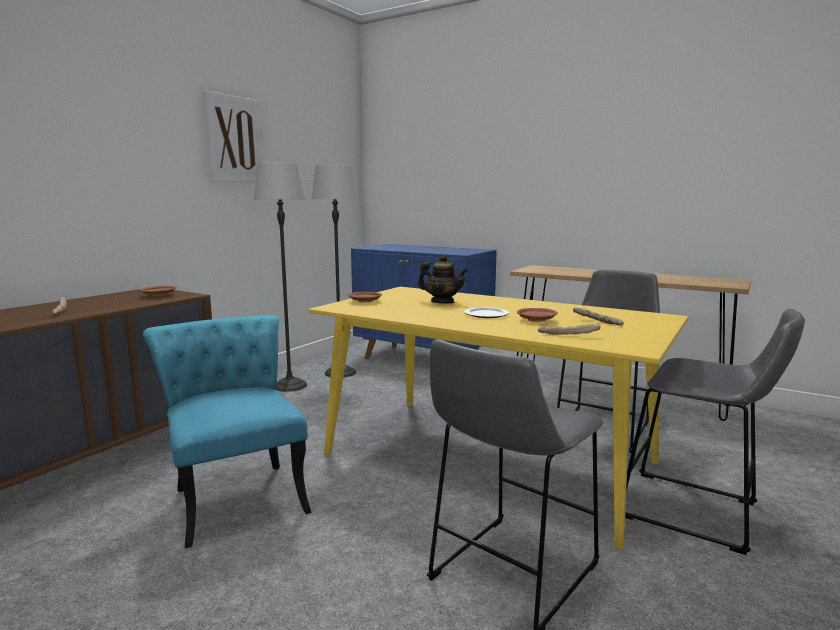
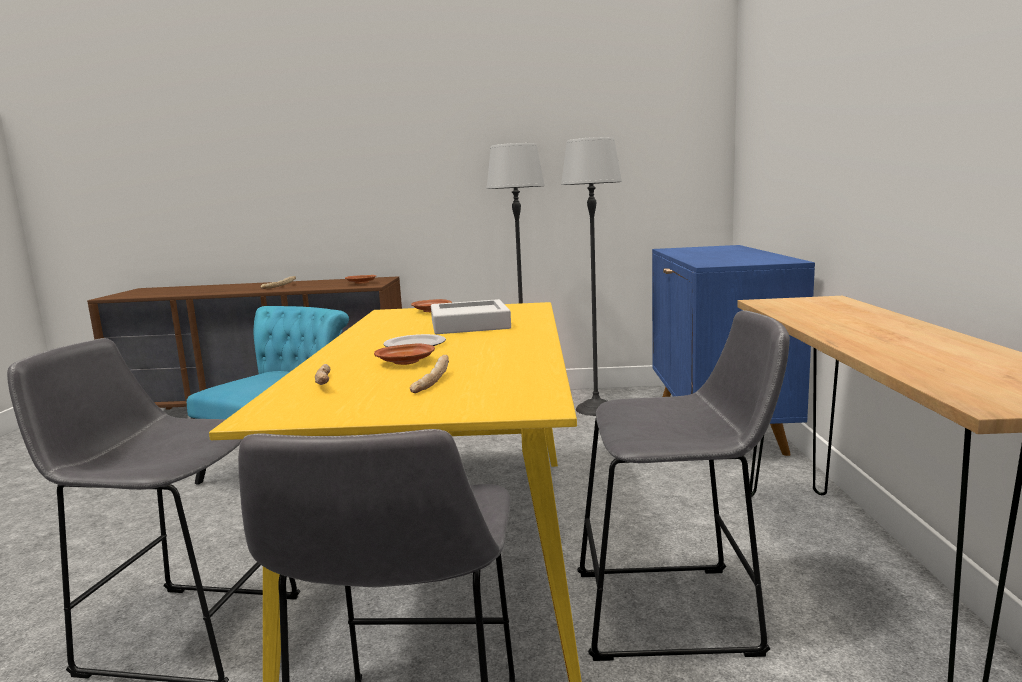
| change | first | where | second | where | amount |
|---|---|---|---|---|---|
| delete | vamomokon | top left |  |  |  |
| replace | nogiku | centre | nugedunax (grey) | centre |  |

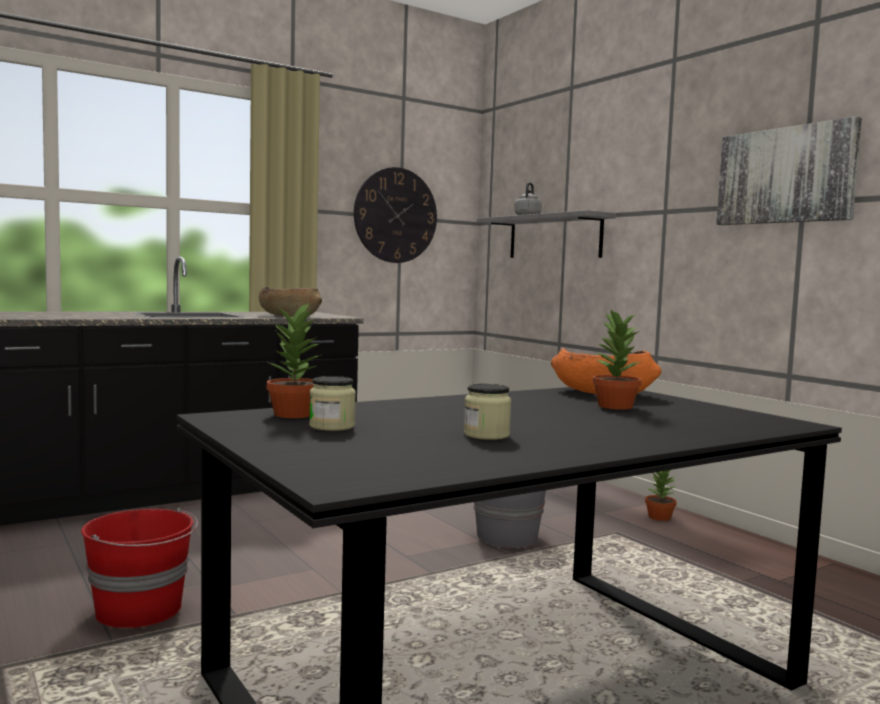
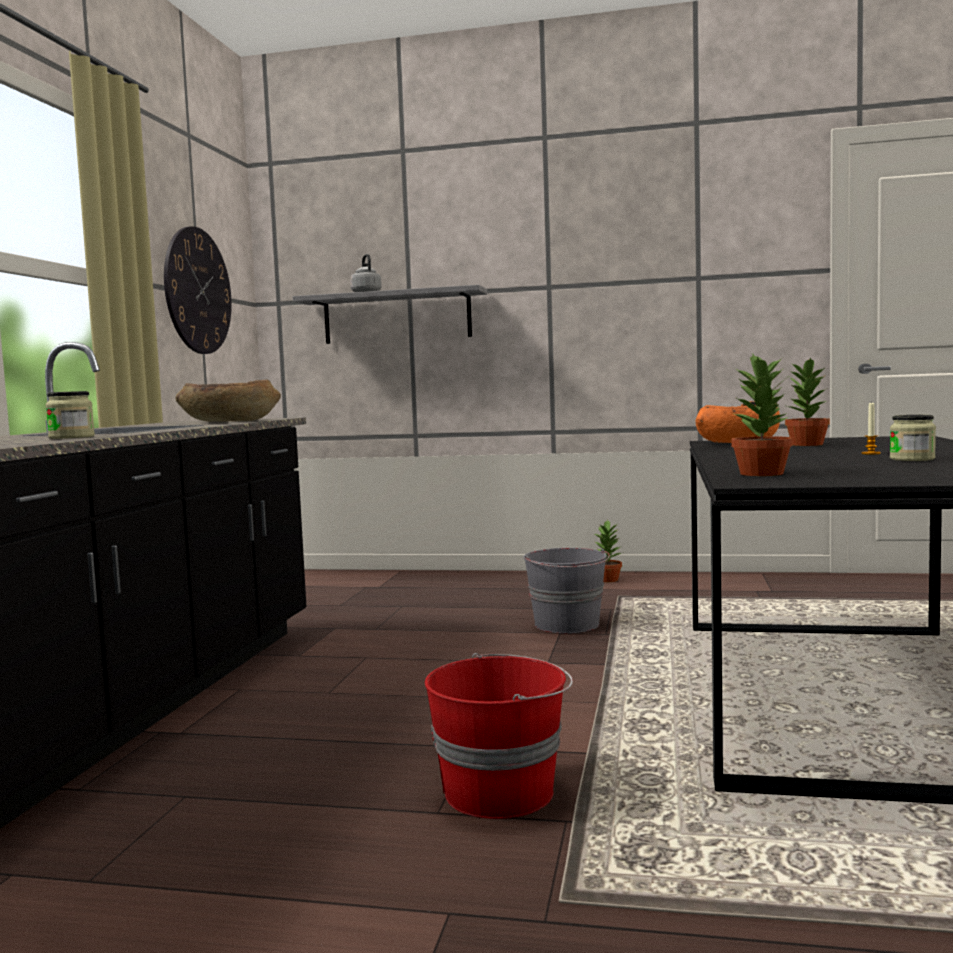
| change | first | where | second | where | amount |
|---|---|---|---|---|---|
| move | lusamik (1st from left) | centre |  | middle left |  |
| delete | vamomokon | top right |  |  |  |
| insert |  |  | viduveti | middle right |  |

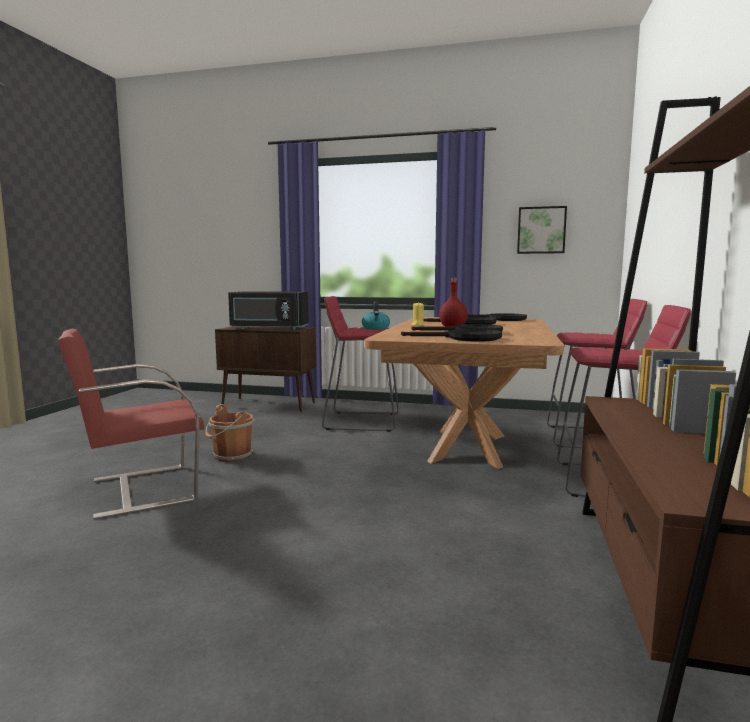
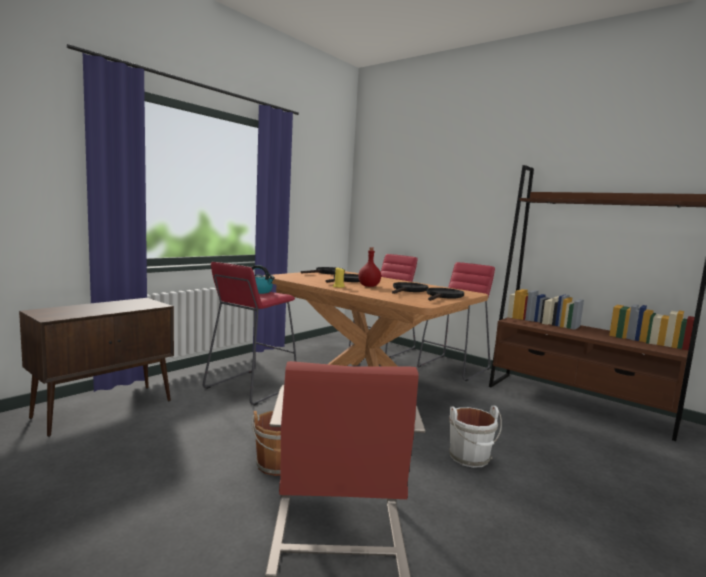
| change | first | where | second | where | amount |
|---|---|---|---|---|---|
| delete | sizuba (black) | centre |  |  |  |
| delete | vamomokon | top right |  |  |  |
| insert |  |  | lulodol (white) | bottom right |  |

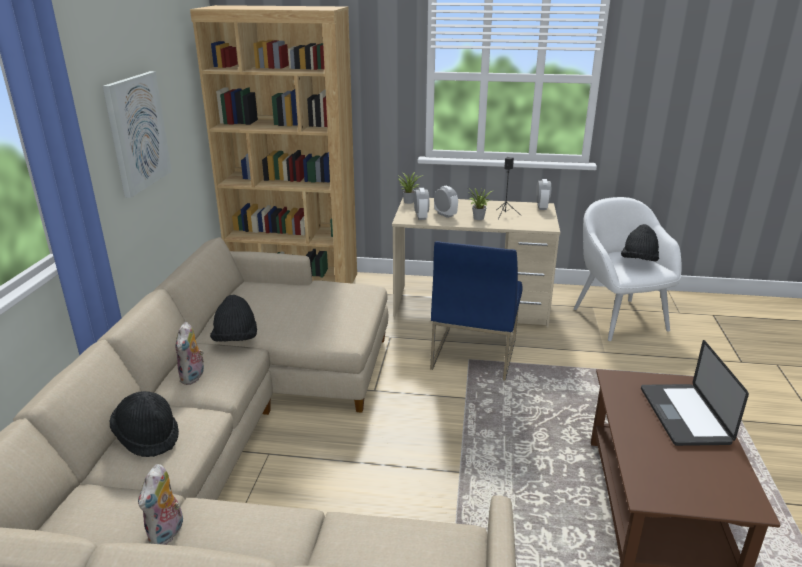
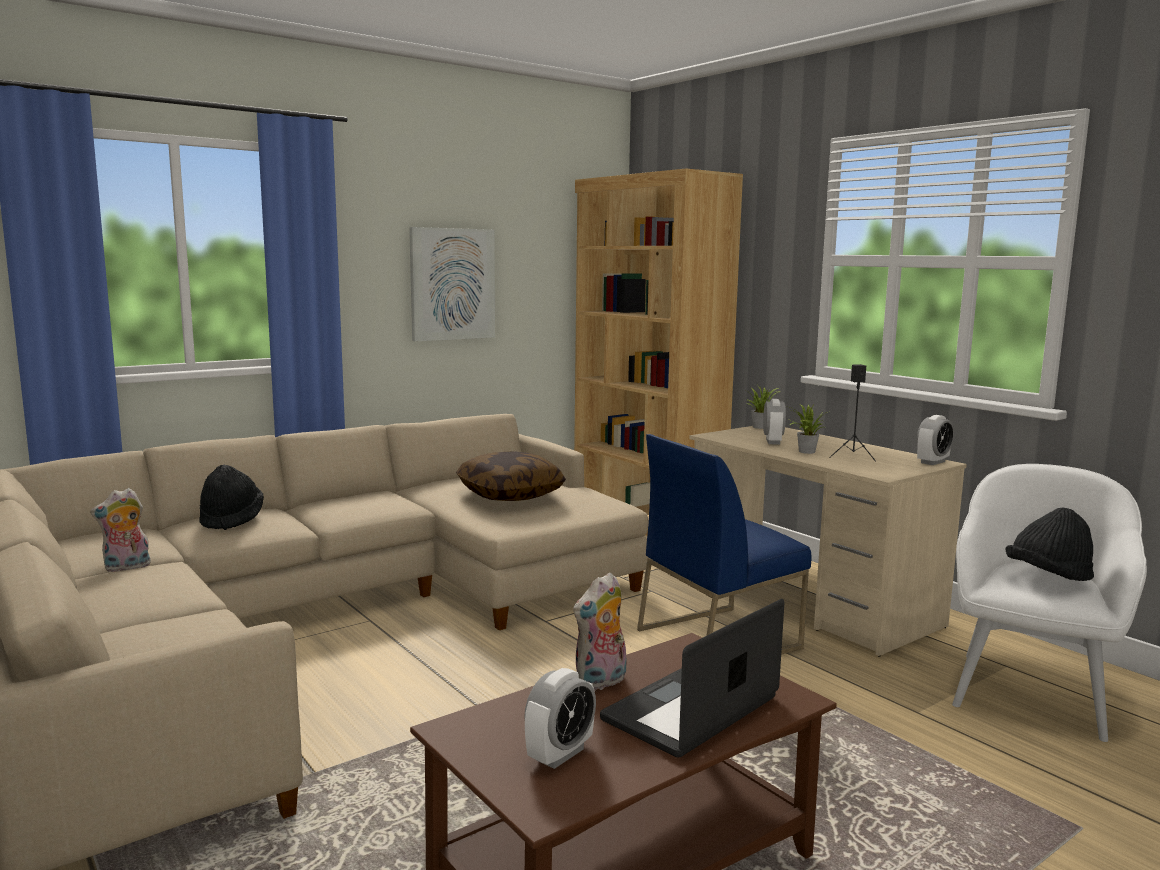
| change | first | where | second | where | amount |
|---|---|---|---|---|---|
| move | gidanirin (2nd from left) | middle left |  | bottom centre |  |
| delete | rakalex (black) (2nd from left) | middle left |  |  |  |
| move | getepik (1st from left) | centre |  | bottom centre |  |
| insert |  |  | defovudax | centre |  |

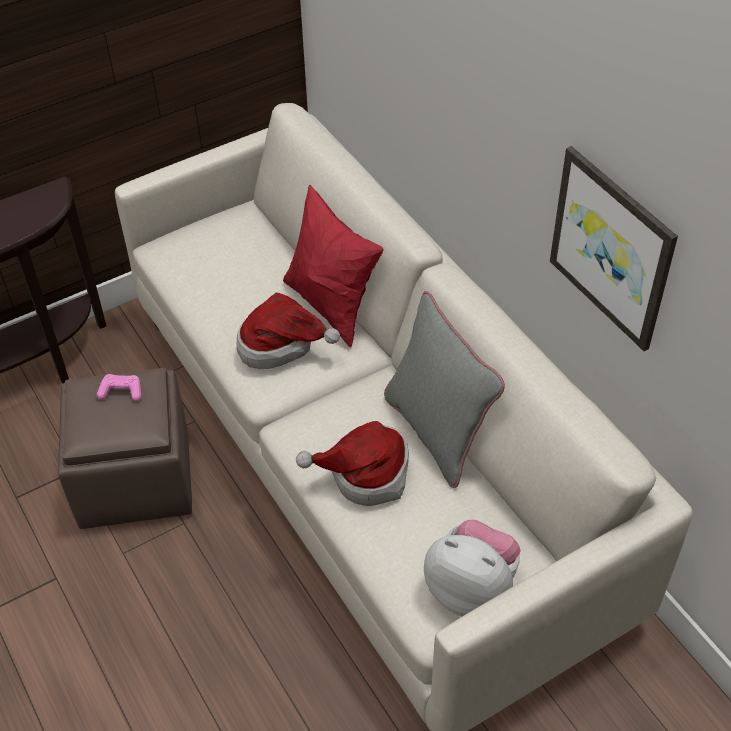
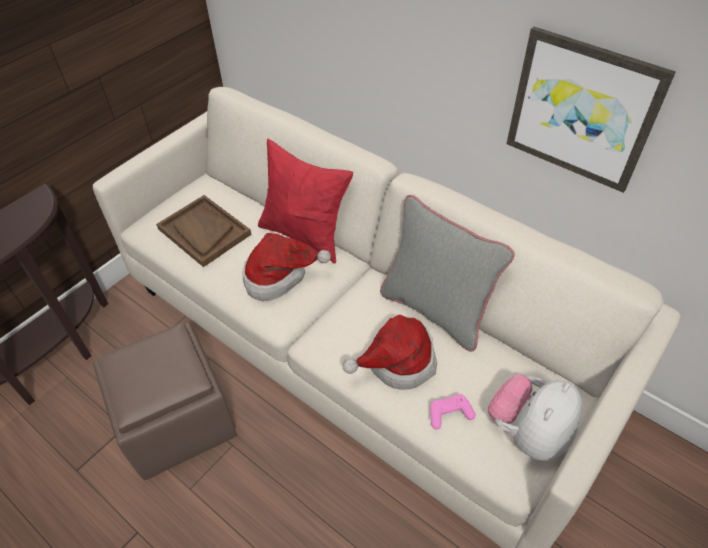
| change | first | where | second | where | amount |
|---|---|---|---|---|---|
| move | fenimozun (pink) | middle left |  | bottom centre |  |
| rotate | gidanirin | bottom centre |  | bottom right | 60 degrees counterclockwise |
| insert |  |  | nugedunax (brown) | middle left |  |

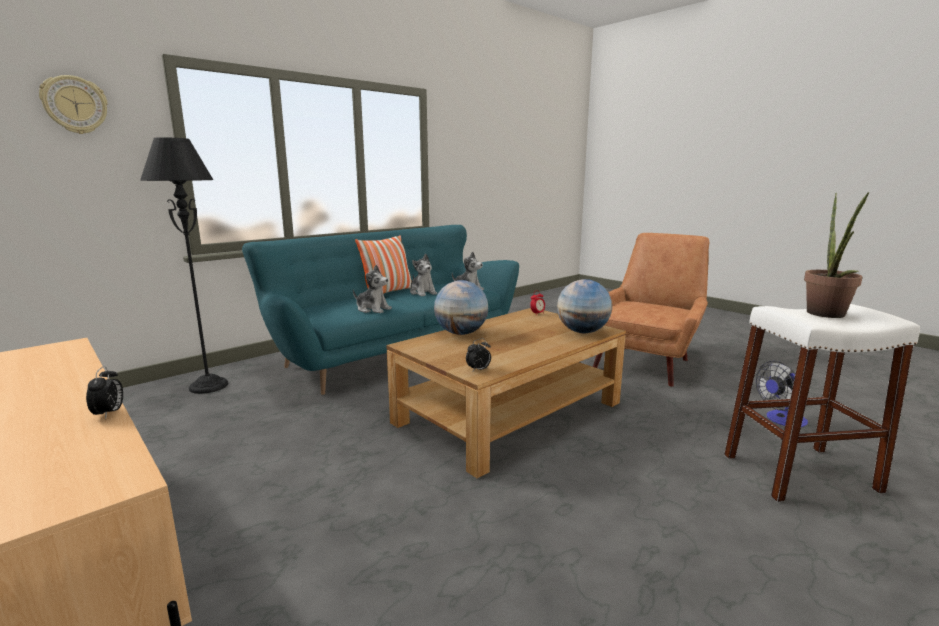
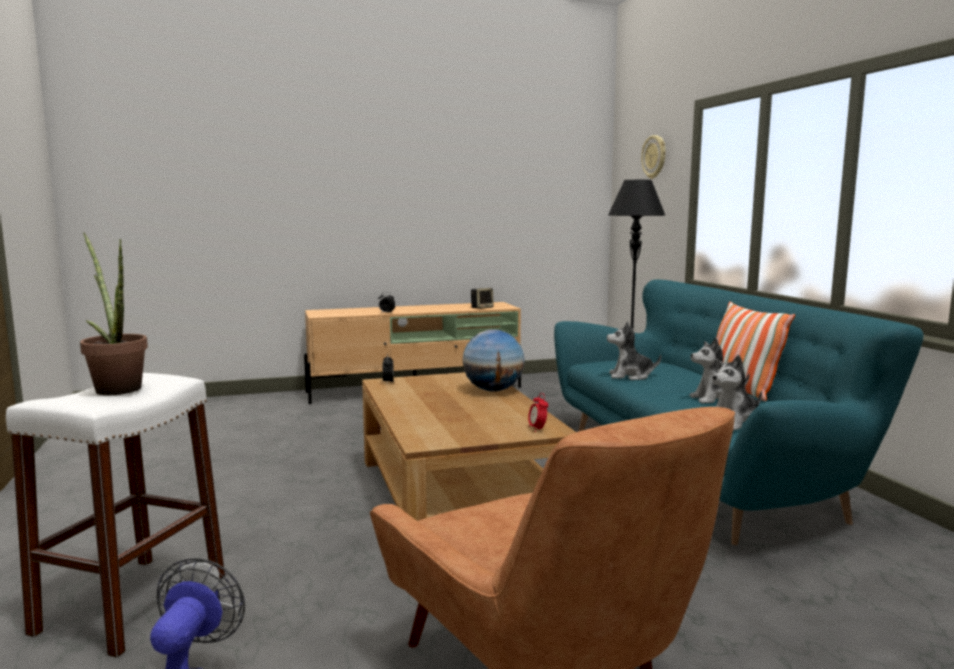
| change | first | where | second | where | amount |
|---|---|---|---|---|---|
| rotate | gidanirin (1st from left) | centre |  | centre | 45 degrees clockwise |
| delete | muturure (2nd from left) | centre |  |  |  |
| insert |  |  | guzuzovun | centre |  |

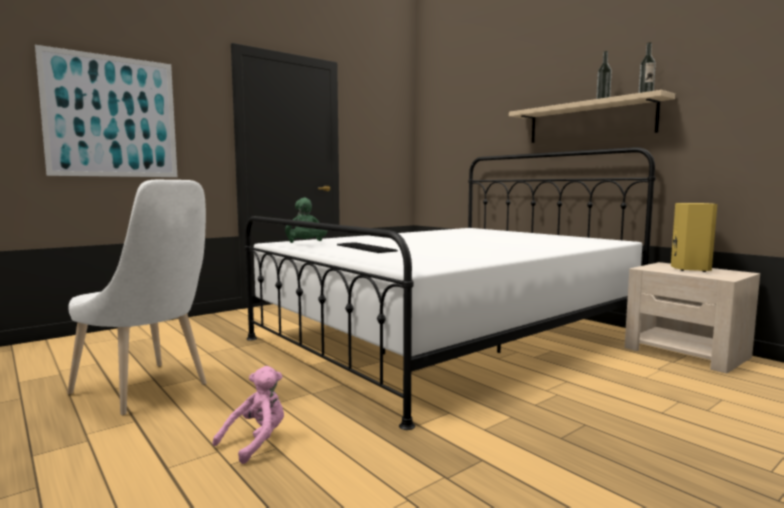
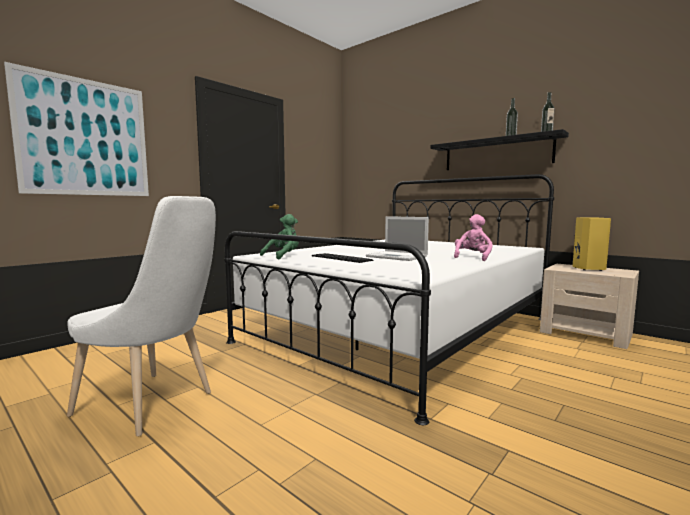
| change | first | where | second | where | amount |
|---|---|---|---|---|---|
| move | gidanirin (pink) | bottom left |  | middle right |  |
| rotate | gidanirin (green) | centre |  | centre | 120 degrees counterclockwise |
| recolor | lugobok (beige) | top right | lugobok (black) | top right |  |
| insert |  |  | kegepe | centre |  |

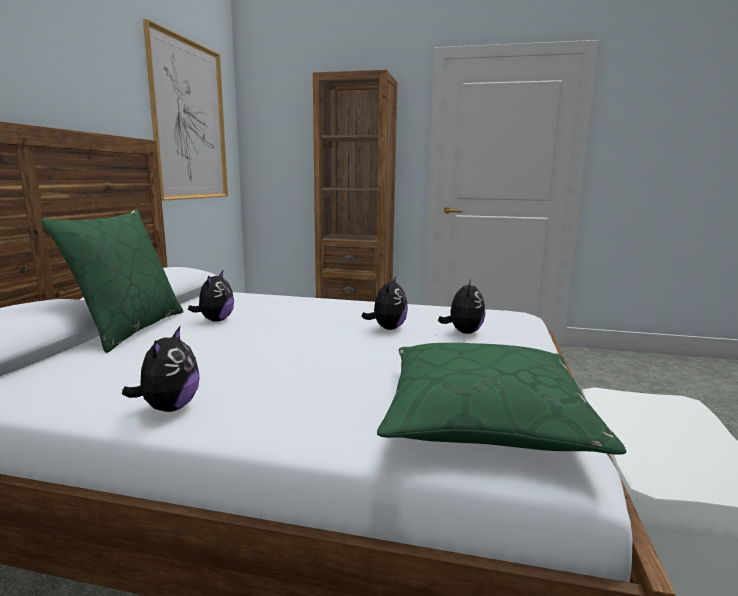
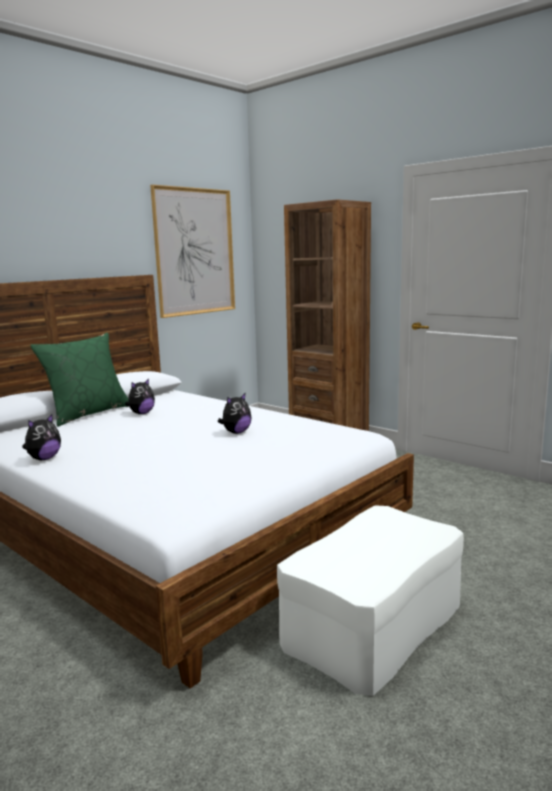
| change | first | where | second | where | amount |
|---|---|---|---|---|---|
| delete | defovudax (green) (2nd from left) | bottom right |  |  |  |
| delete | gidanirin (4th from left) | centre |  |  |  |

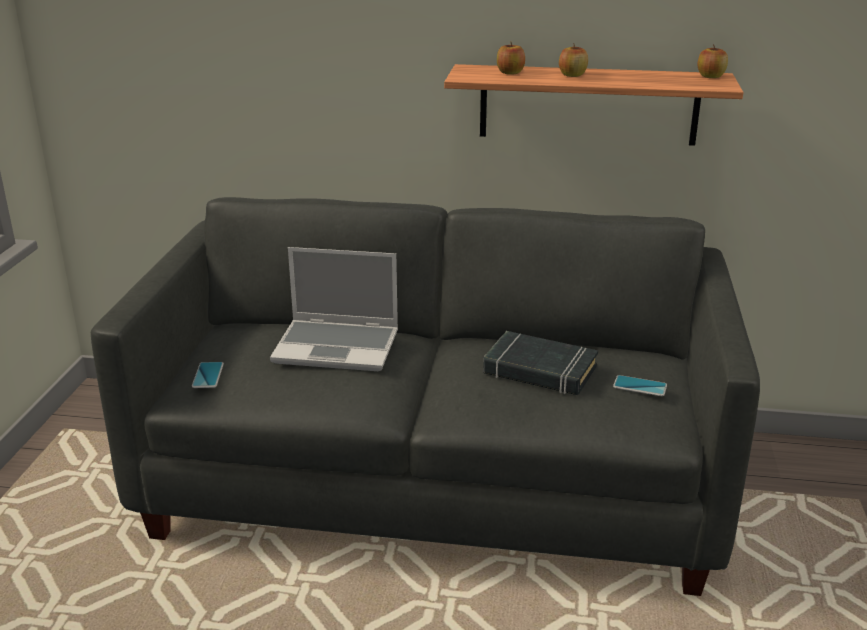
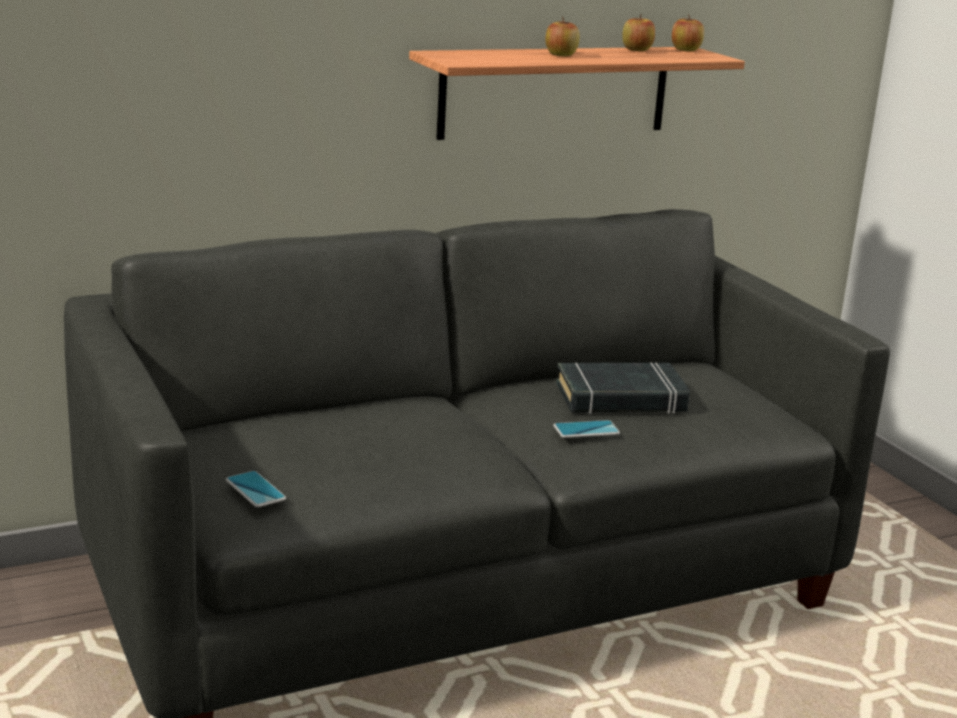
| change | first | where | second | where | amount |
|---|---|---|---|---|---|
| delete | kegepe | centre |  |  |  |
| move | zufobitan (1st from left in the first image) | top centre | zufobitan (2nd from left) | top right |  |
| move | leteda (2nd from left) | middle right |  | centre |  |

